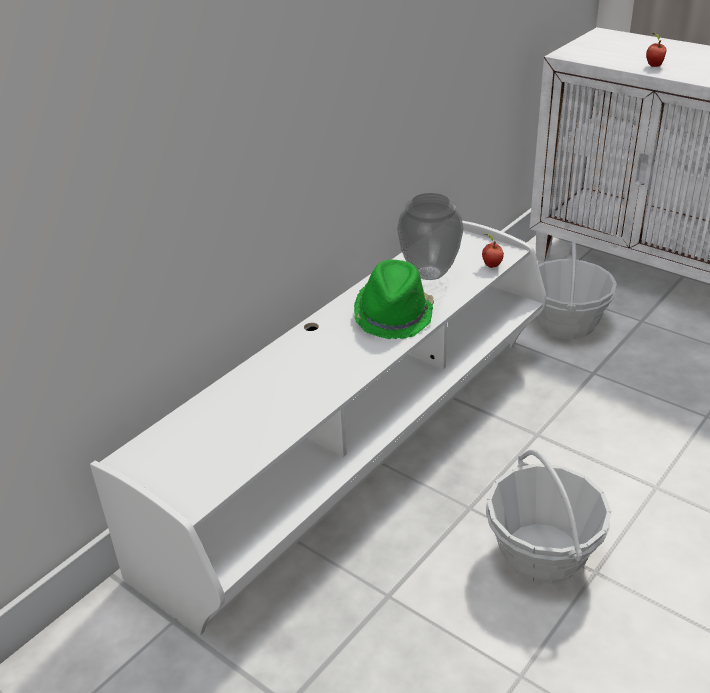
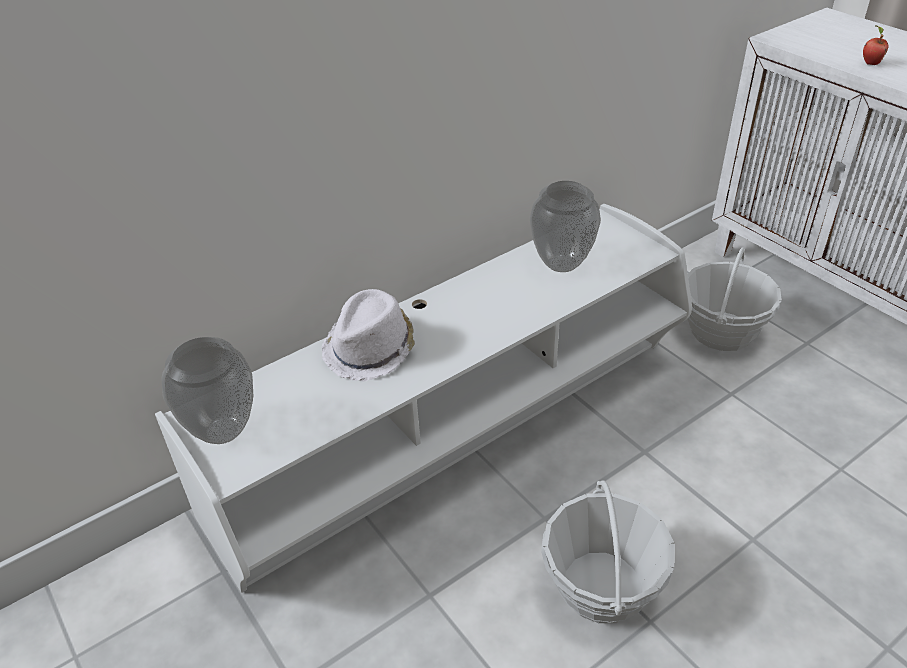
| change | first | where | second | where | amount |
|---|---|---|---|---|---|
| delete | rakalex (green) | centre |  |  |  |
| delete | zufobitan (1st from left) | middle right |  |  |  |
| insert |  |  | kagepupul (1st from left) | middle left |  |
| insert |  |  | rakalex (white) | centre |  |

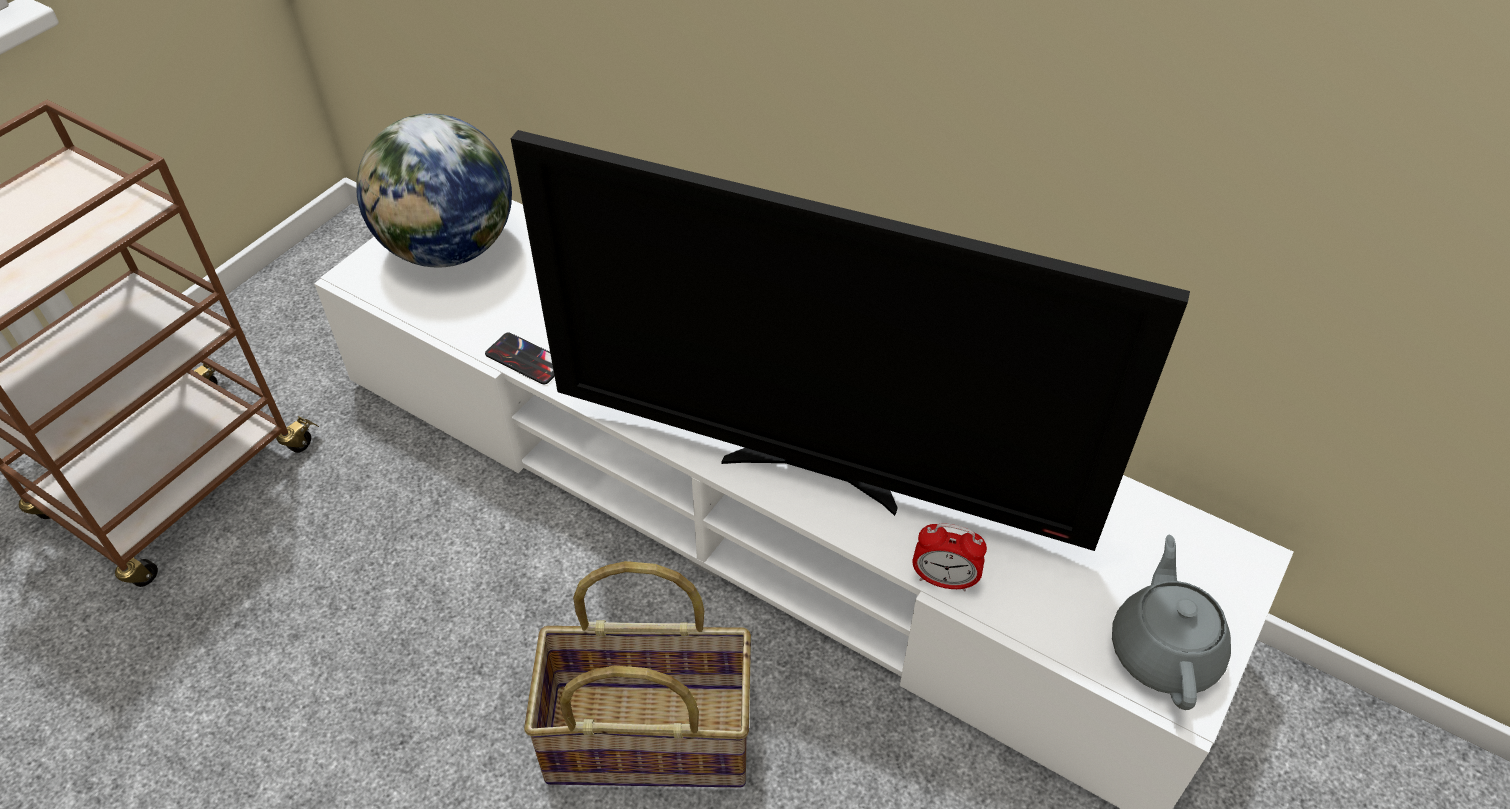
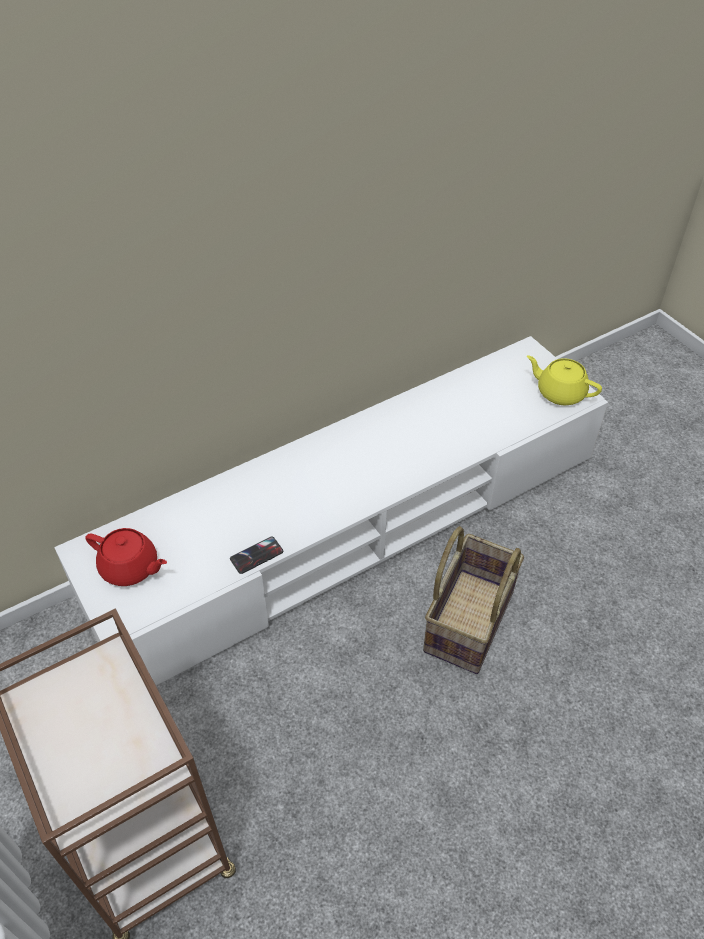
| change | first | where | second | where | amount |
|---|---|---|---|---|---|
| replace | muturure | top left | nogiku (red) | middle left |  |
| delete | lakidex | centre |  |  |  |
| delete | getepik | bottom centre |  |  |  |
| recolor | nogiku (grey) | bottom right | nogiku (yellow) | middle right |  |

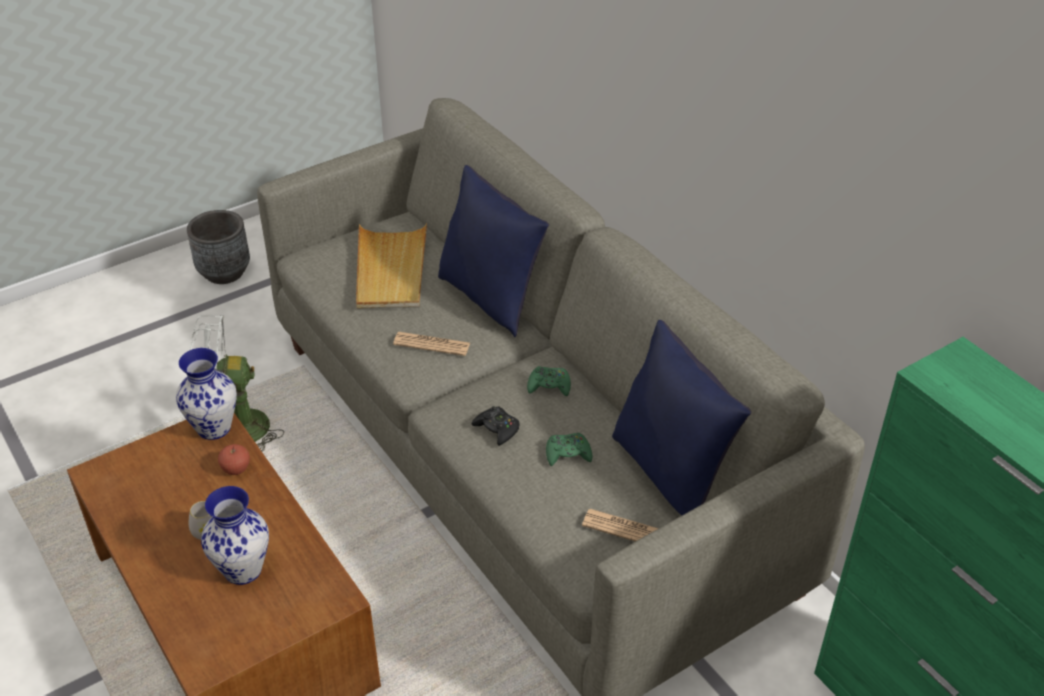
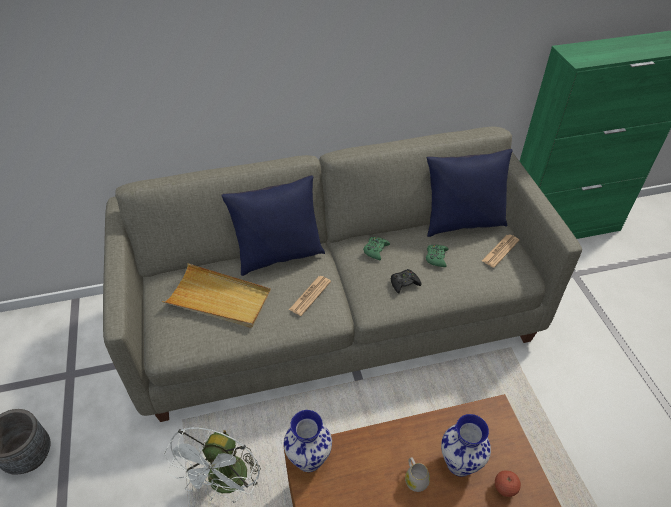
| change | first | where | second | where | amount |
|---|---|---|---|---|---|
| move | zufobitan | middle left |  | bottom right |  |

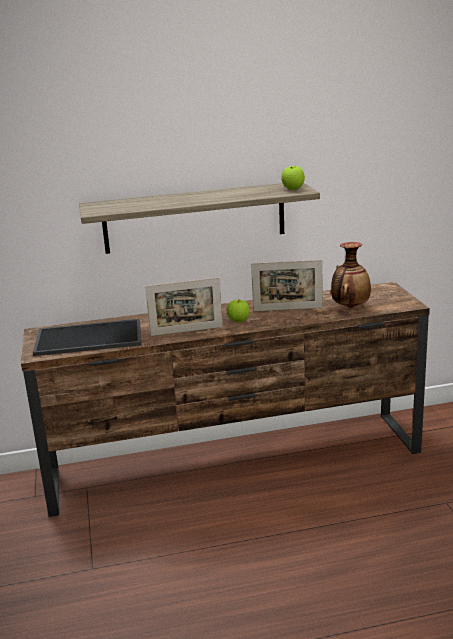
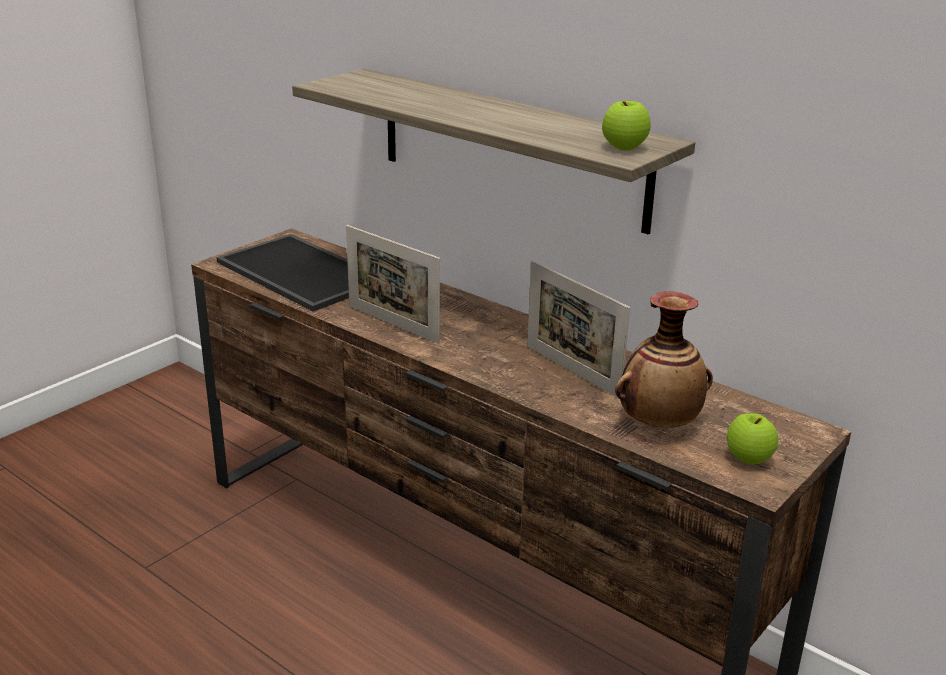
| change | first | where | second | where | amount |
|---|---|---|---|---|---|
| move | zufobitan (1st from left in the first image) | centre | zufobitan (2nd from left) | middle right |  |

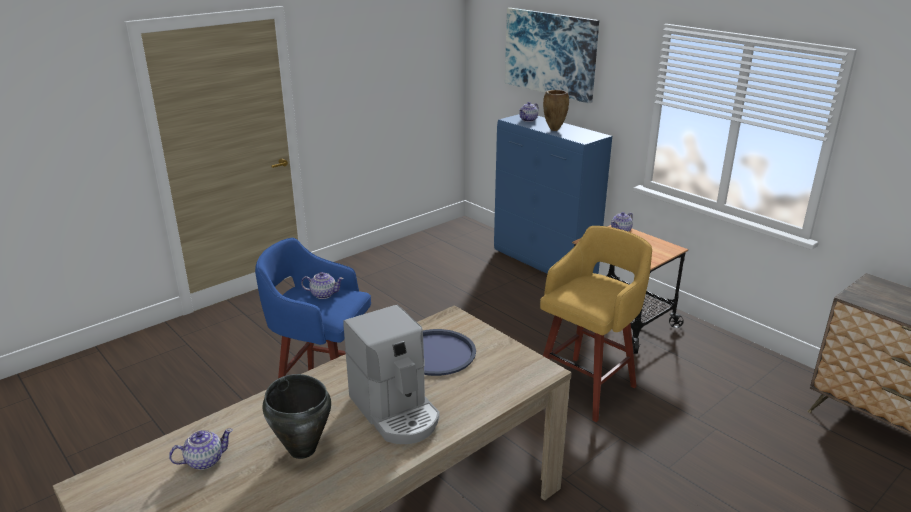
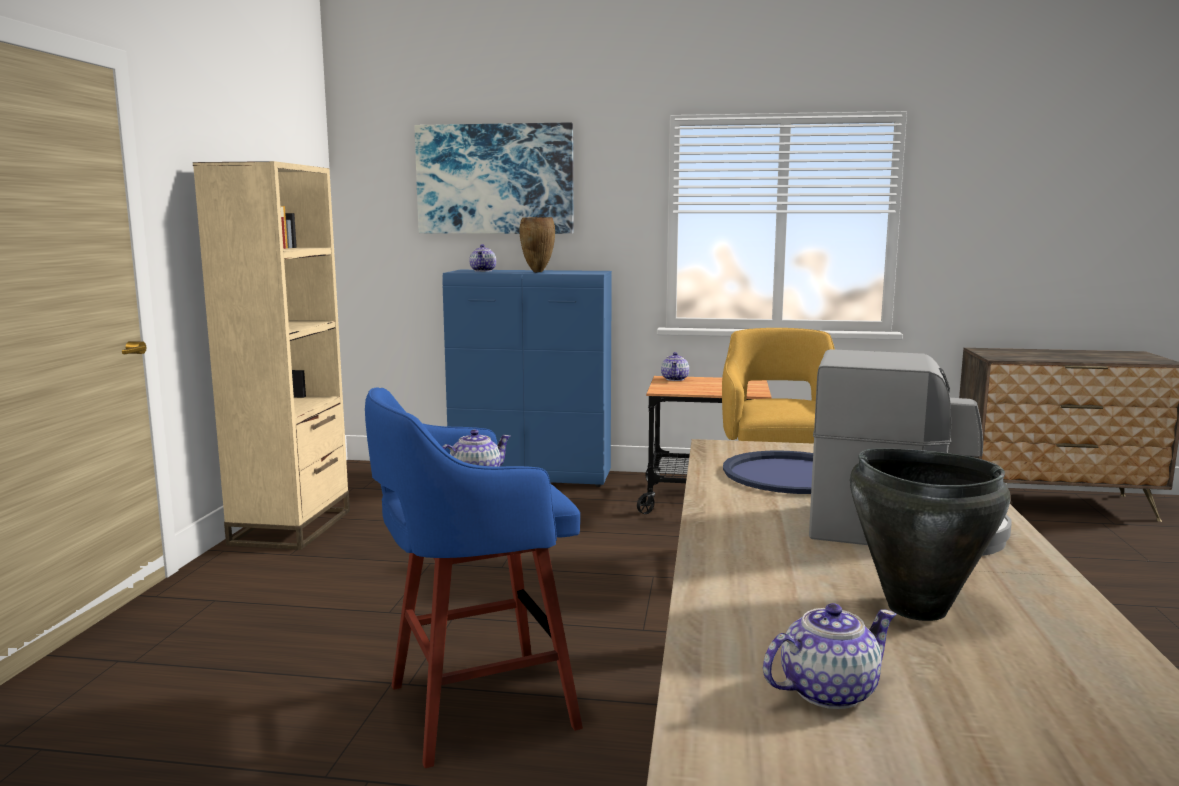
| change | first | where | second | where | amount |
|---|---|---|---|---|---|
| rotate | nogiku (1st from left in the first image) | bottom left | nogiku (4th from left) | bottom right | 45 degrees clockwise |
| insert |  |  | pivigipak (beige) | middle left |  |

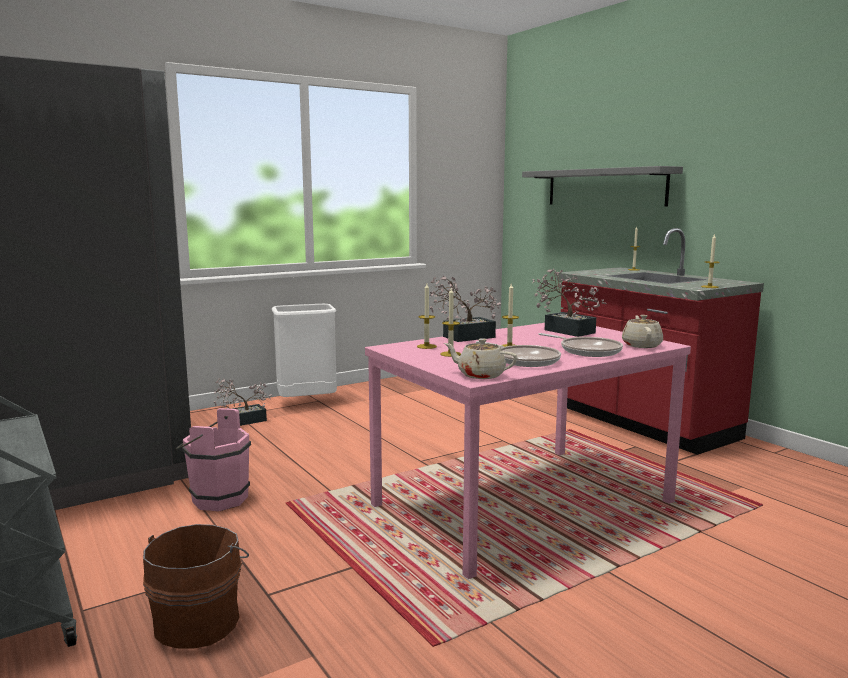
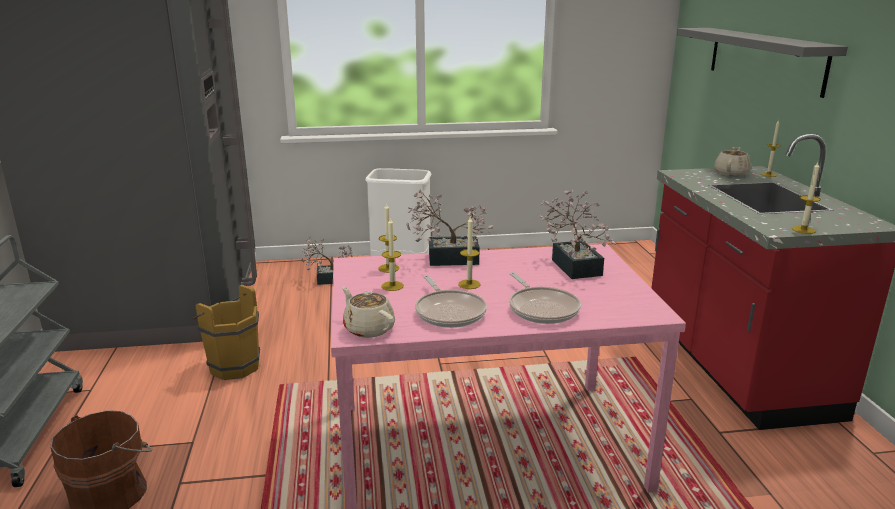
| change | first | where | second | where | amount |
|---|---|---|---|---|---|
| recolor | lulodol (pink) | bottom left | lulodol (brown) (2nd from left) | middle left |  |
| move | nogiku (beige) (2nd from left) | middle right |  | top right |  |

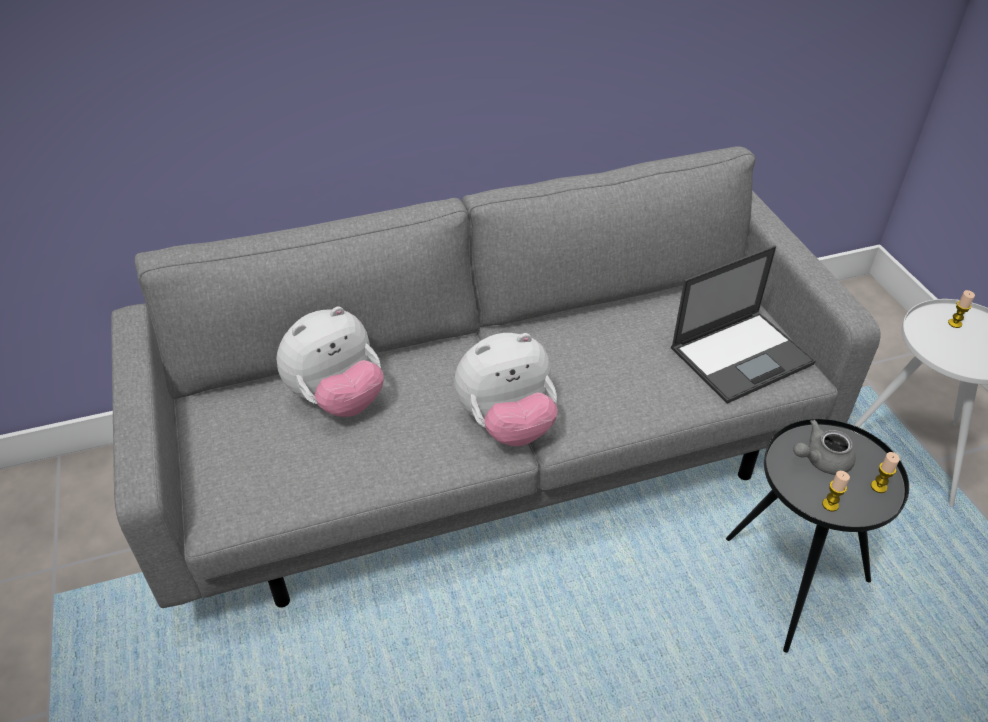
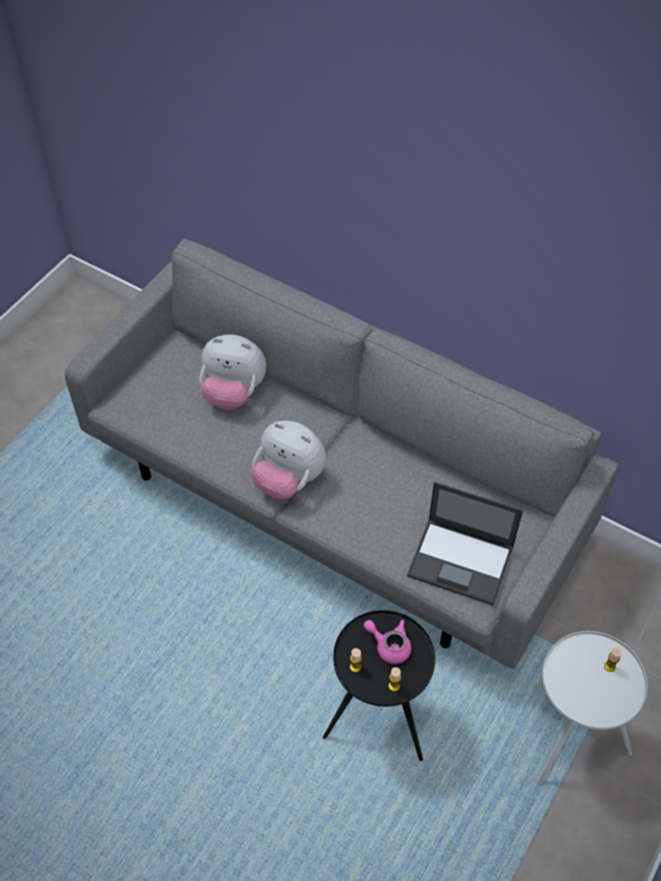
| change | first | where | second | where | amount |
|---|---|---|---|---|---|
| recolor | nogiku (grey) | middle right | nogiku (pink) | bottom centre |  |

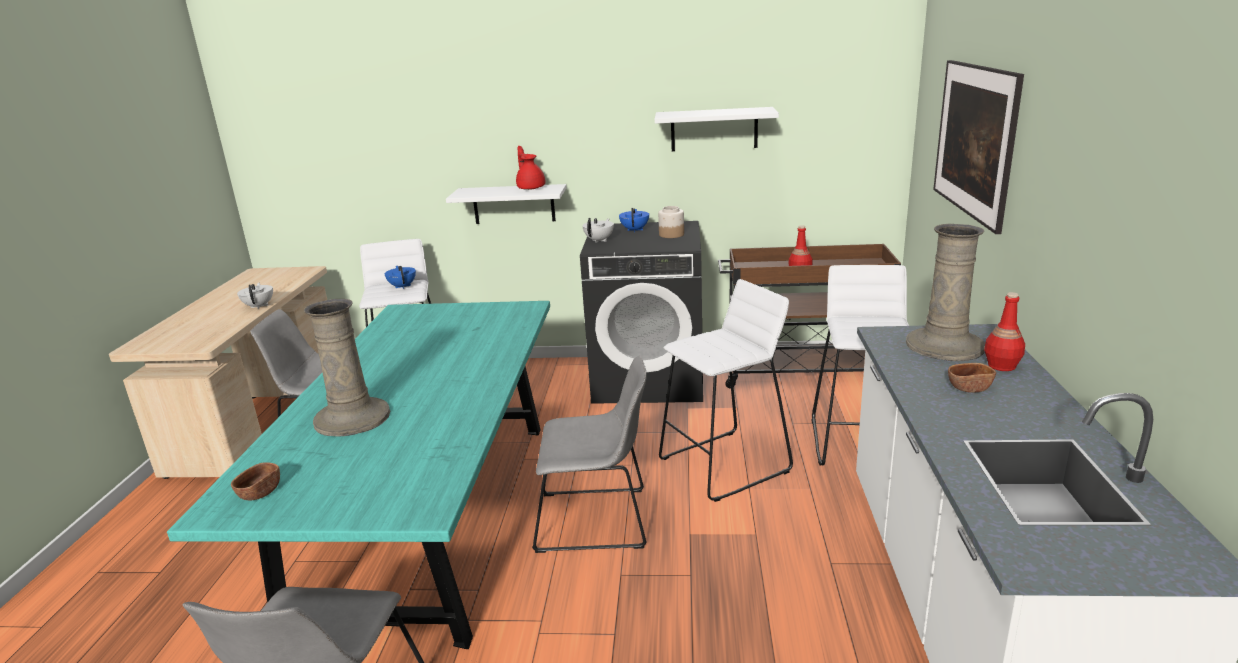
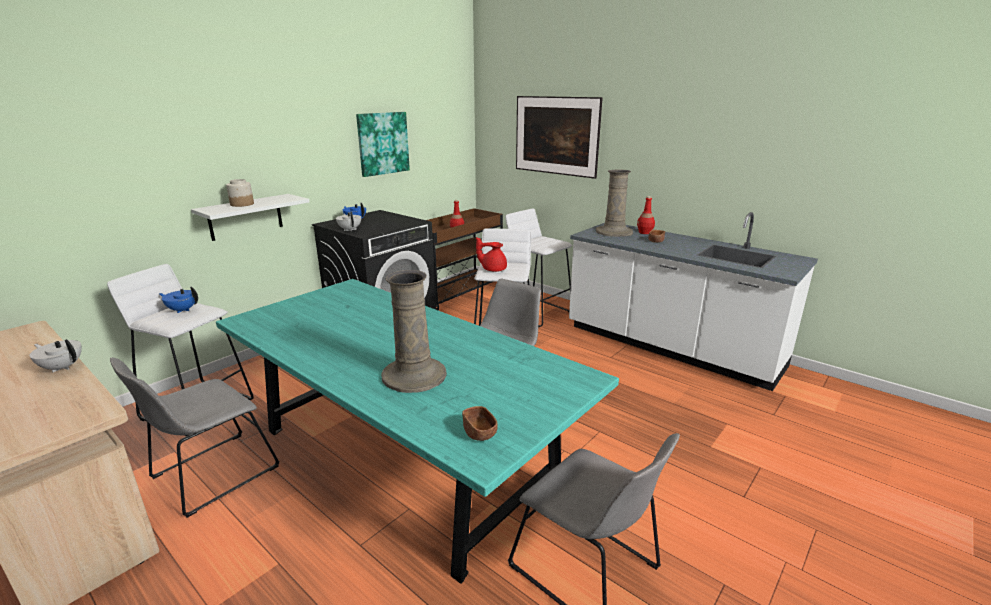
| change | first | where | second | where | amount |
|---|---|---|---|---|---|
| move | nogiku (red) | top centre |  | centre |  |
| replace | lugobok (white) (2nd from left) | top centre | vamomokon (1st from left) | top centre |  |
| move | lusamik | centre |  | top left |  |

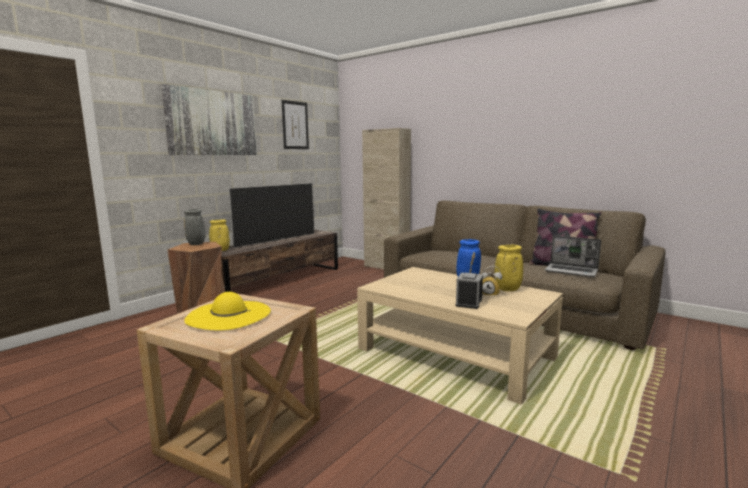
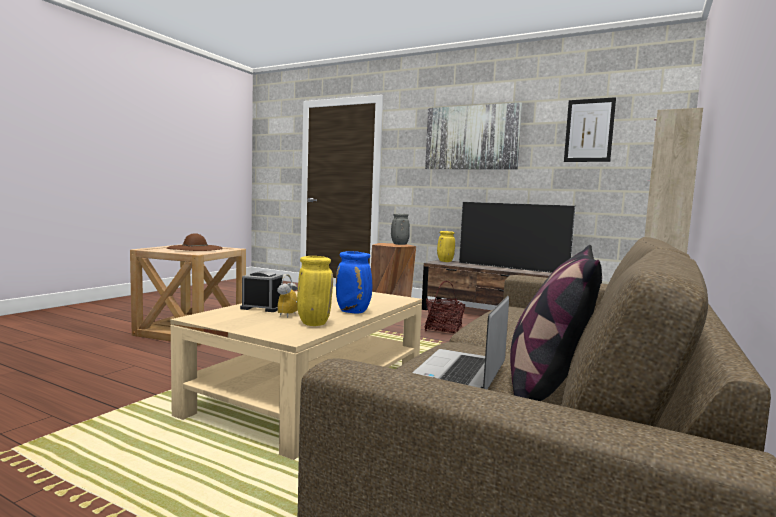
| change | first | where | second | where | amount |
|---|---|---|---|---|---|
| recolor | rakalex (yellow) | middle left | rakalex (brown) | middle left |  |
| insert |  |  | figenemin | centre |  |

